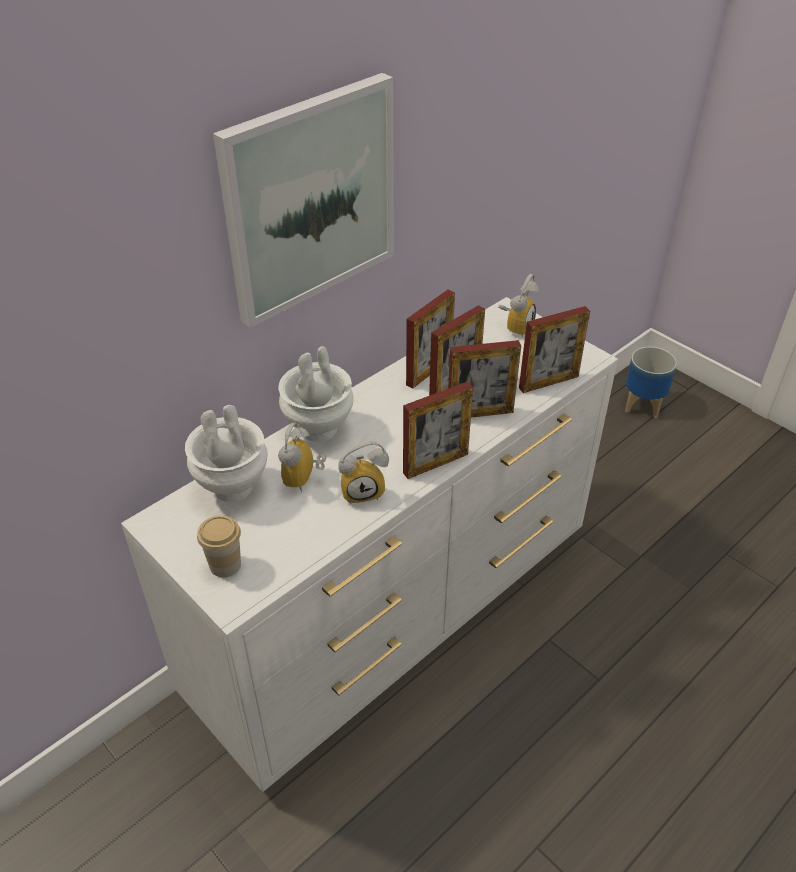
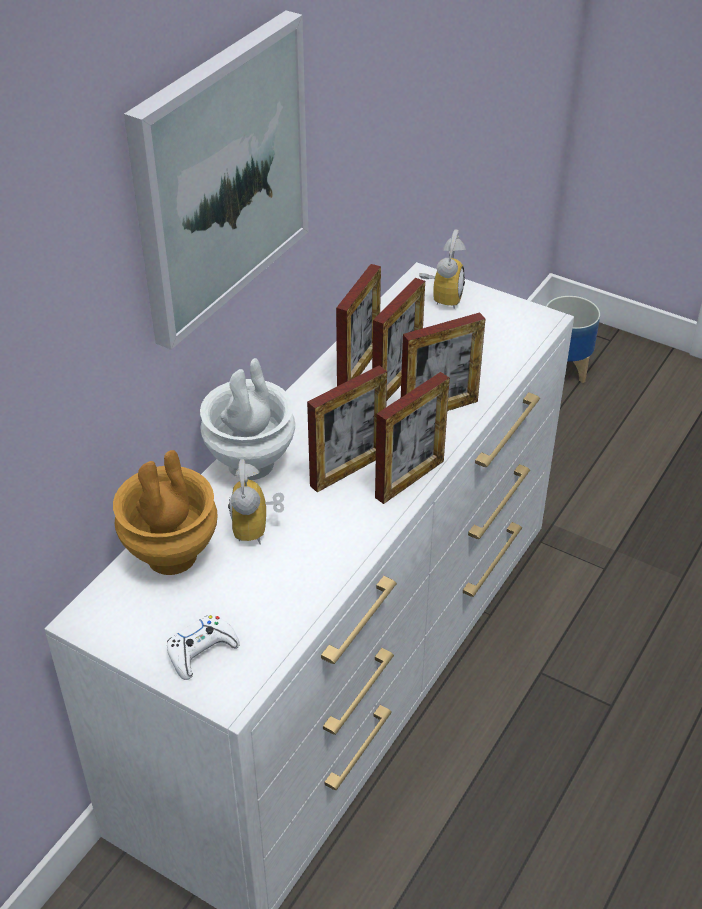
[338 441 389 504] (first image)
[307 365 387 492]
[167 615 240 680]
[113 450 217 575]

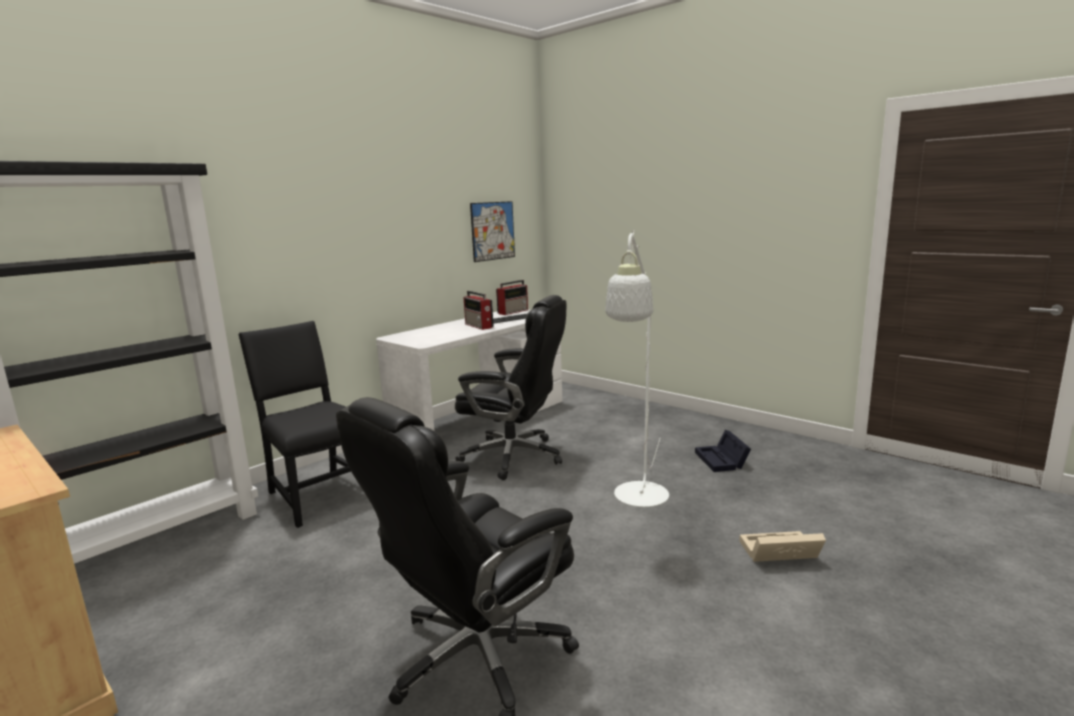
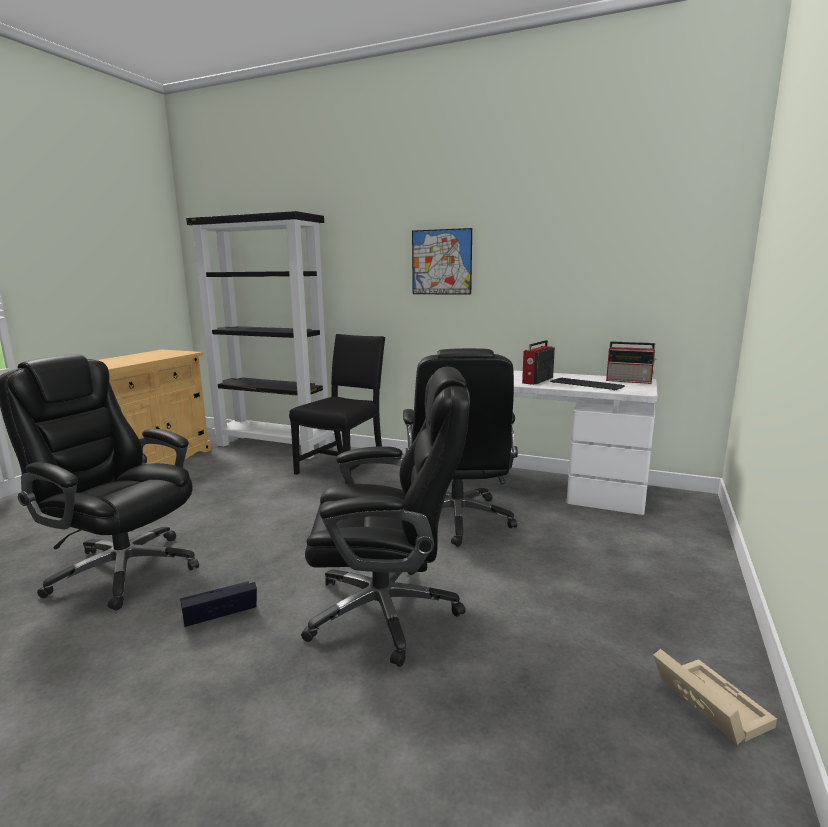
[412 228 472 295]
[180 581 257 627]
[653 649 777 745]
[301 366 470 667]

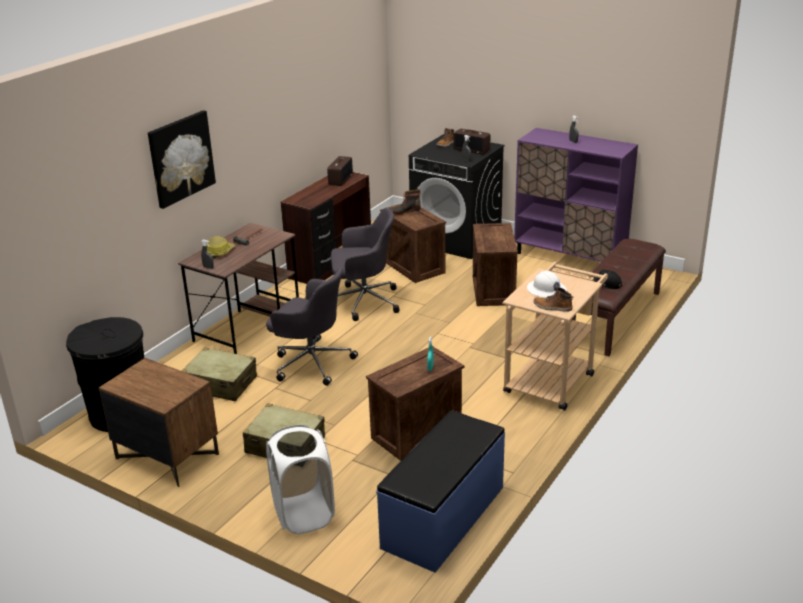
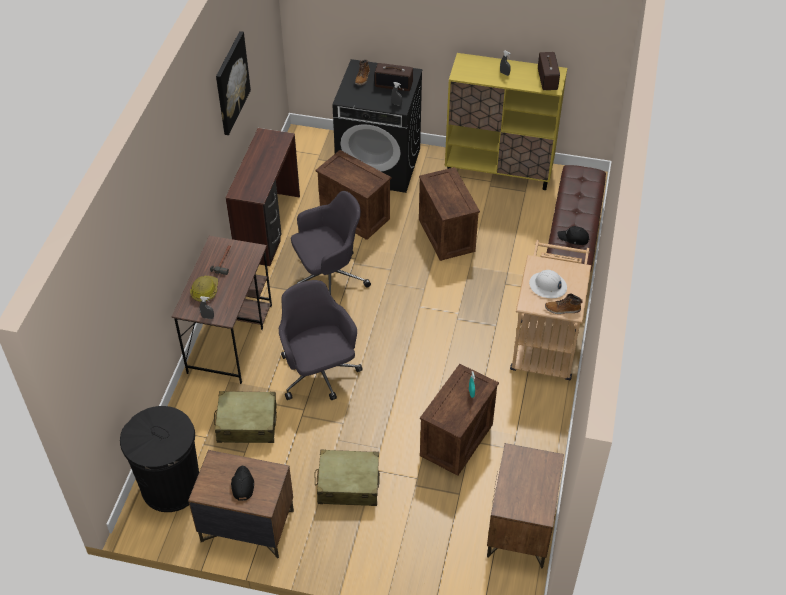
[266 425 335 534] (first image)
[391 189 421 215] (first image)
[231 466 254 501]
[216 31 251 135]
[538 52 560 90]
[487 443 564 569]
[445 53 567 190]
[279 280 363 400]

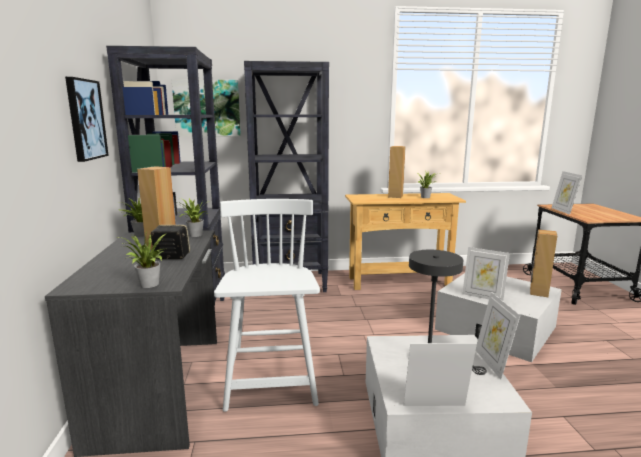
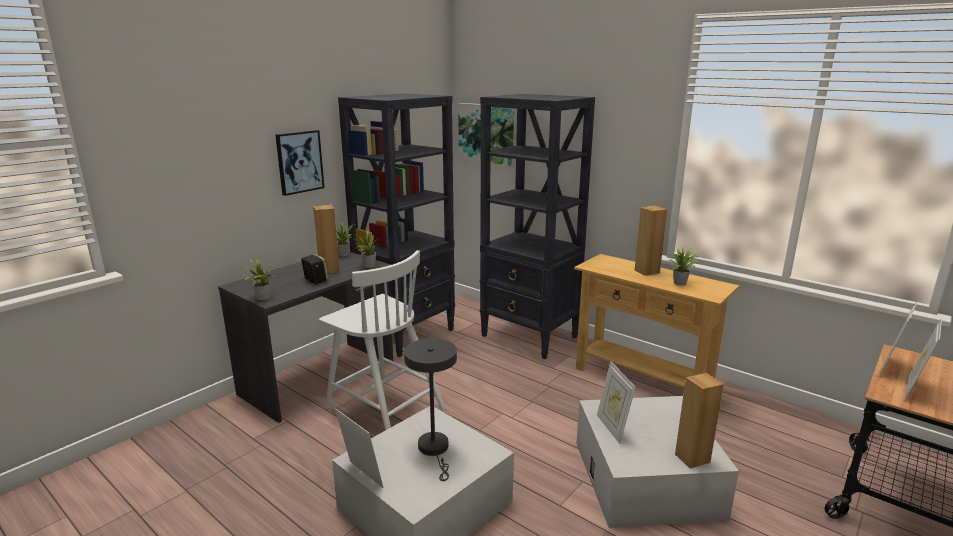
[904 319 942 401]
[319 250 446 430]

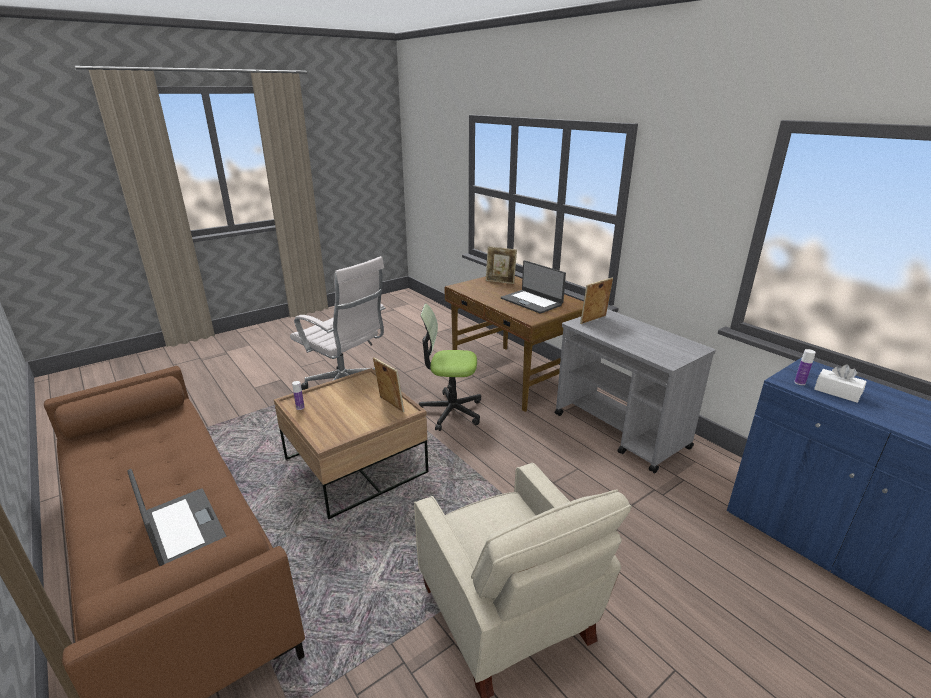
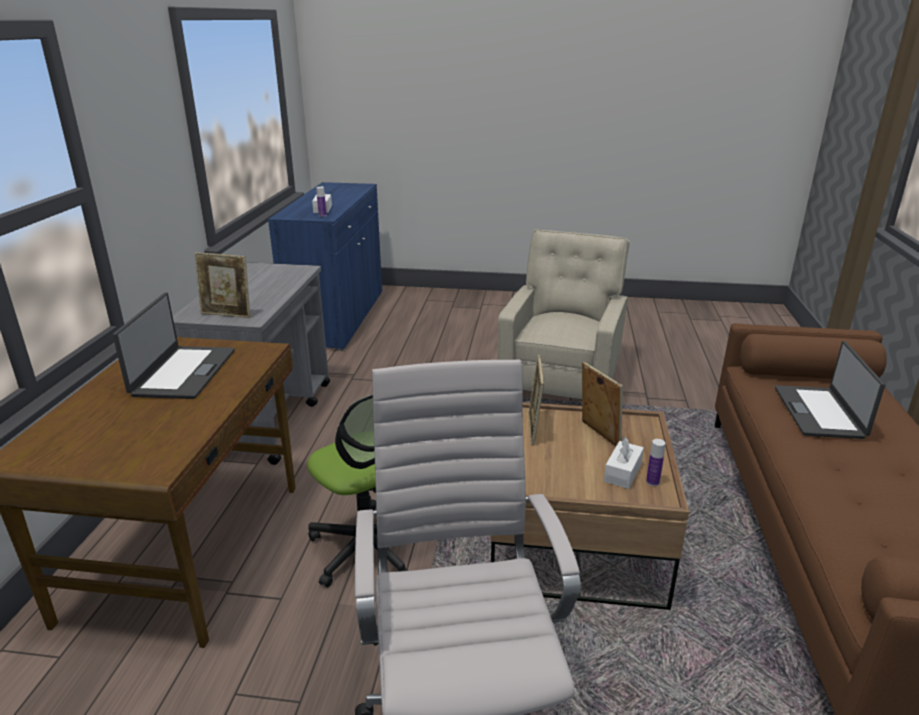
[604 437 644 489]
[582 362 623 447]

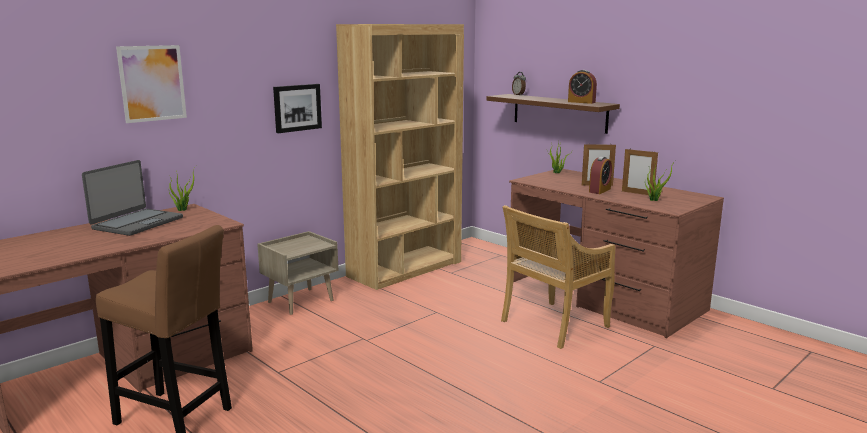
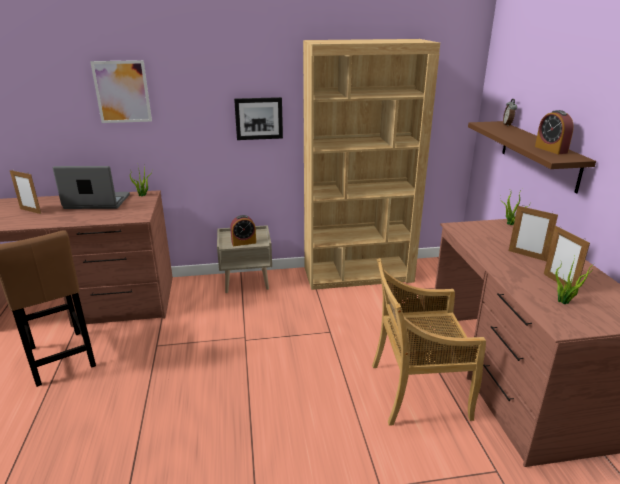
[10 169 41 214]
[230 215 256 246]
[53 166 130 209]

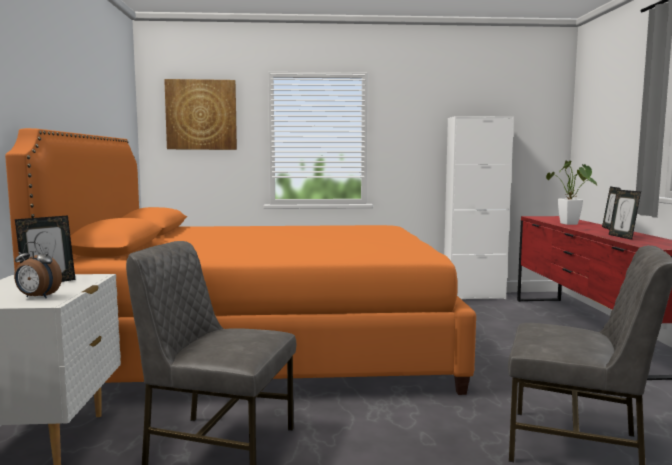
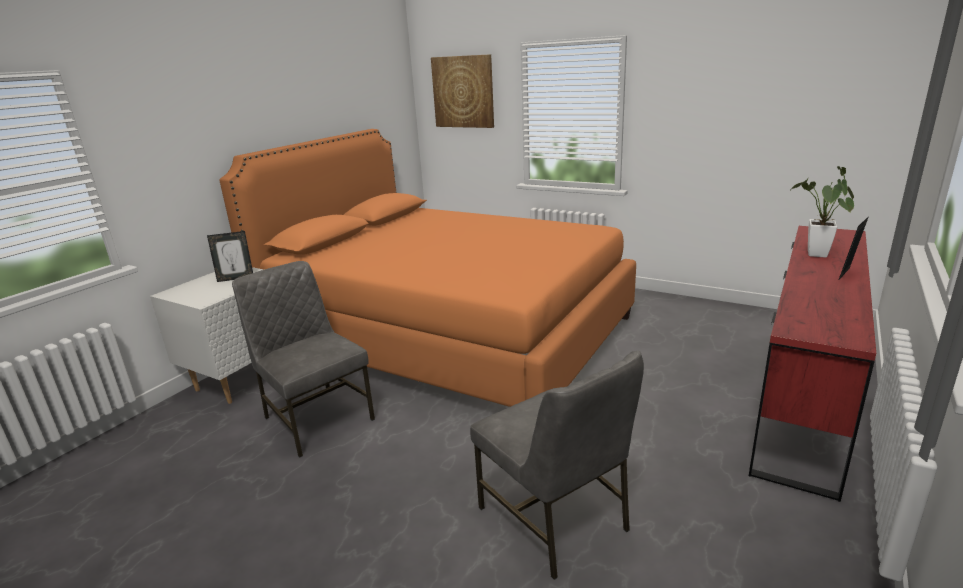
[14 242 62 298] (first image)
[444 116 514 299] (first image)
[609 190 641 240] (first image)

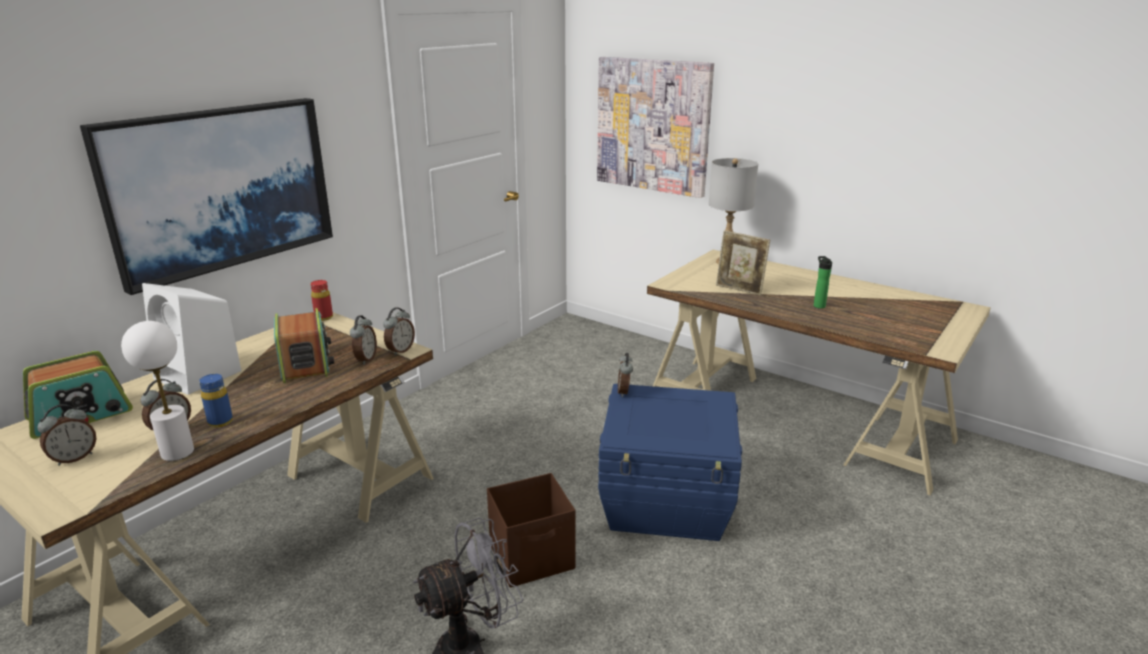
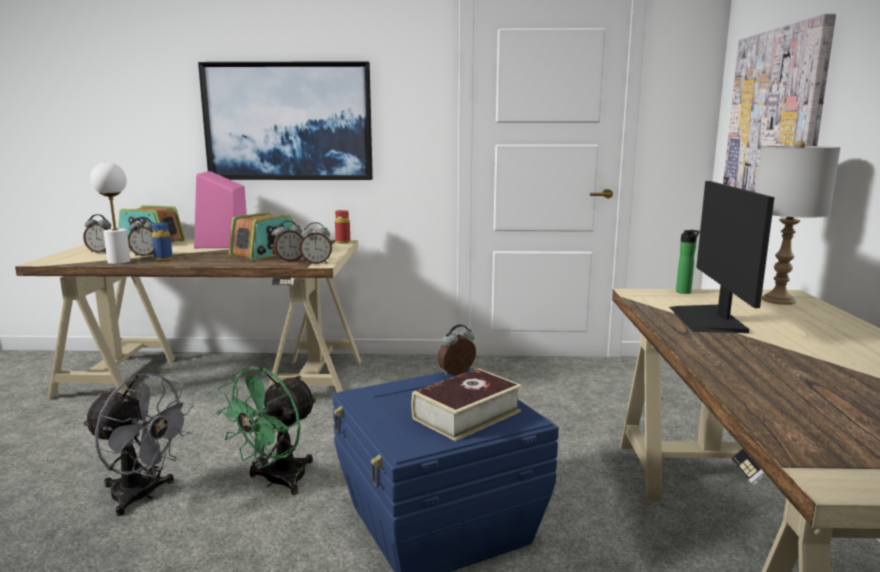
[412 368 522 441]
[676 230 700 294]
[215 366 317 495]
[669 181 774 333]
[194 171 247 248]

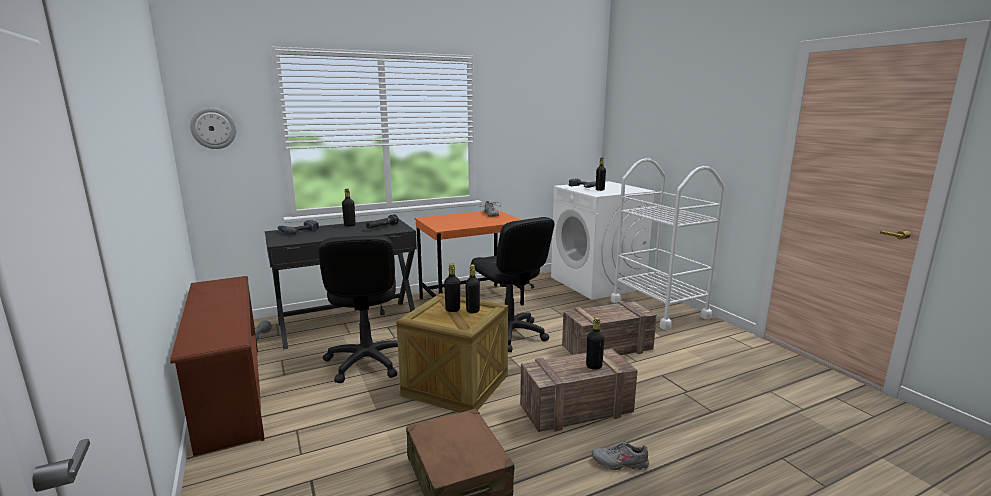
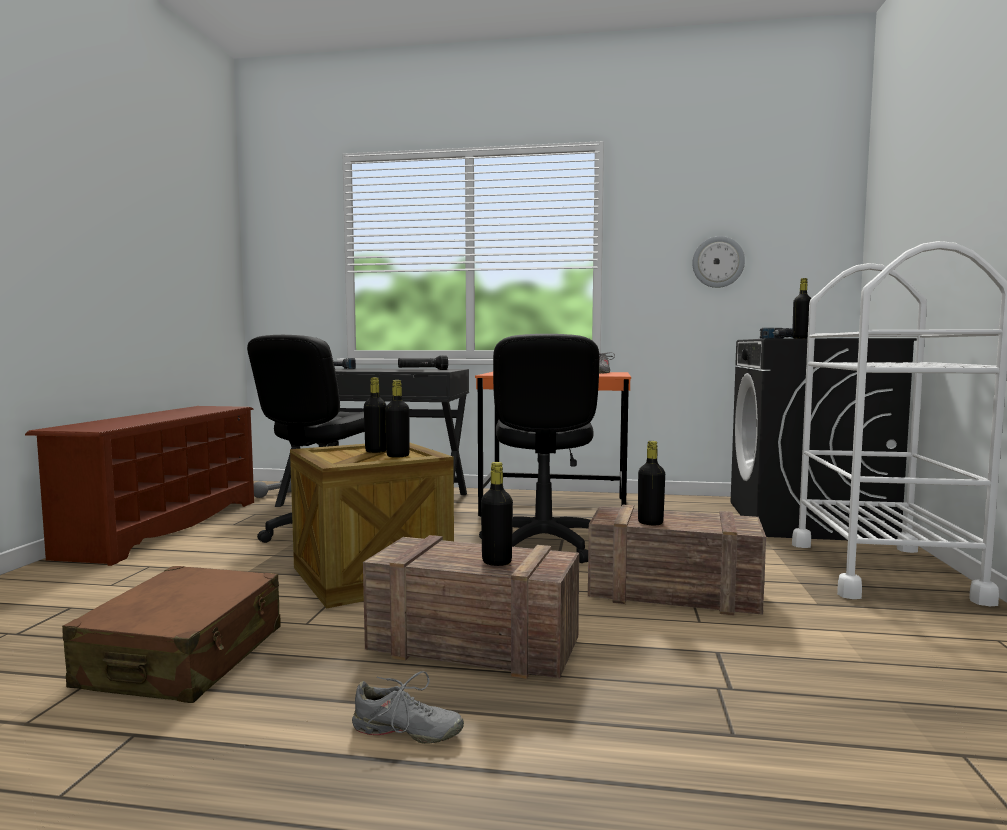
[692 236 745 288]
[638 441 665 525]
[731 338 917 540]
[352 671 464 744]

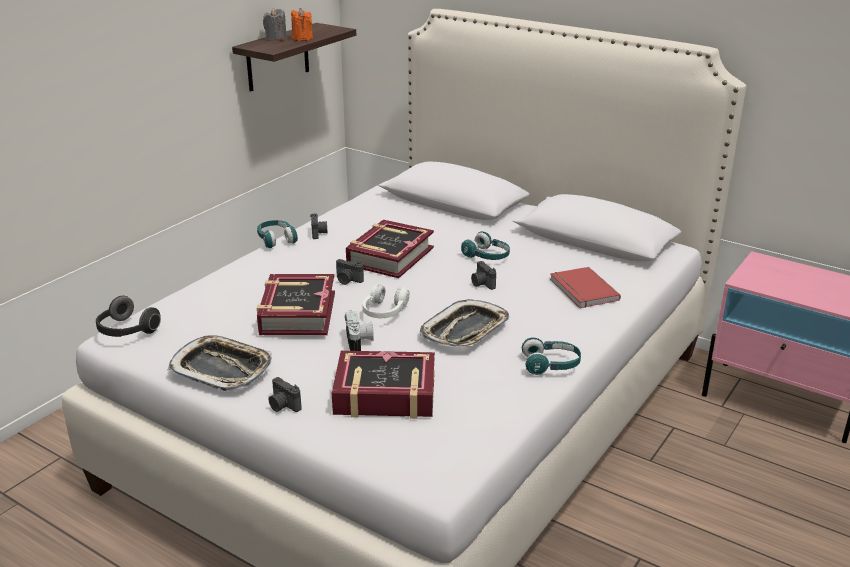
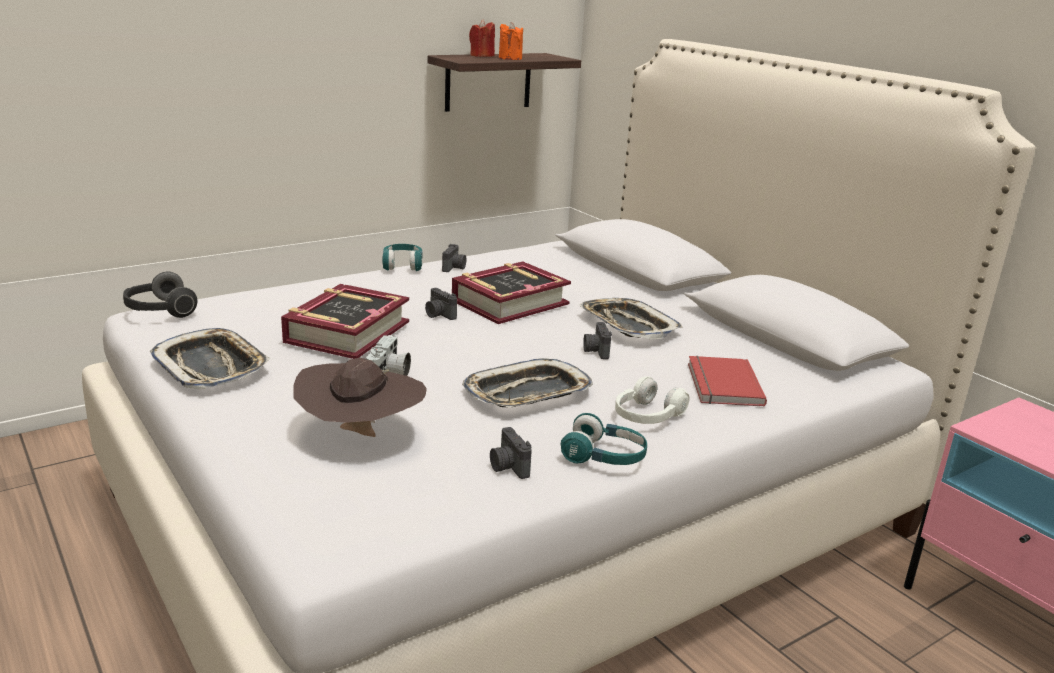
[490 427 532 479]
[615 376 690 424]
[293 358 427 437]
[579 298 683 339]
[469 20 495 57]

